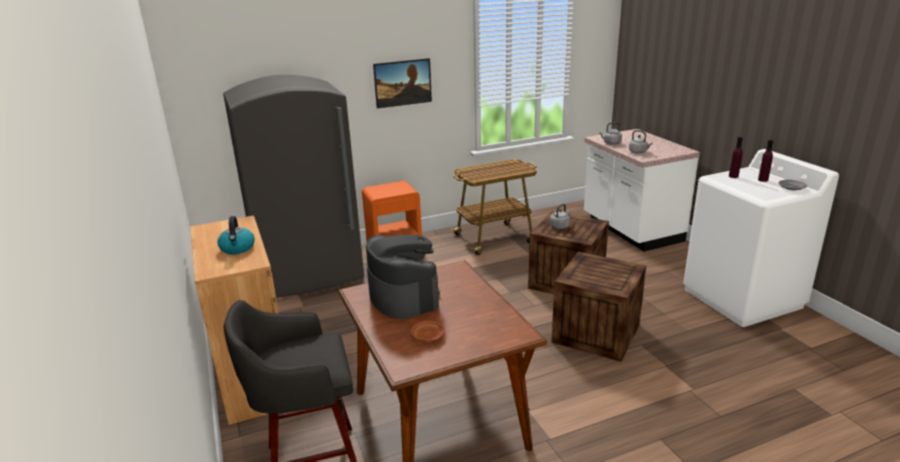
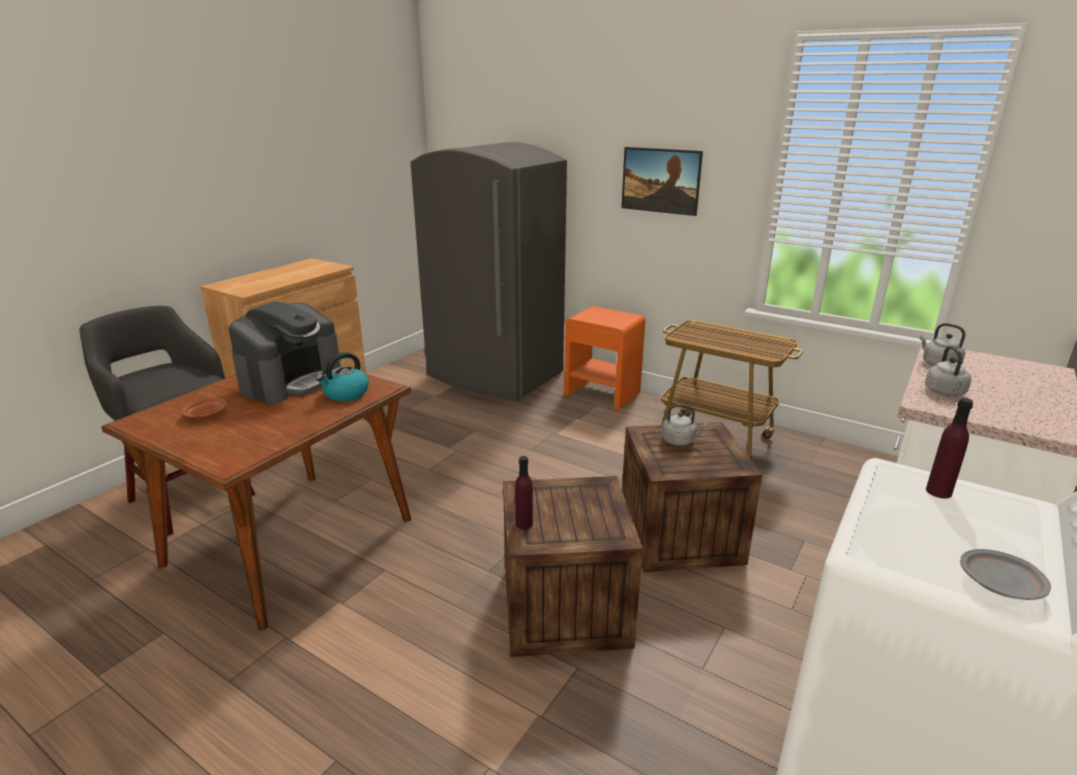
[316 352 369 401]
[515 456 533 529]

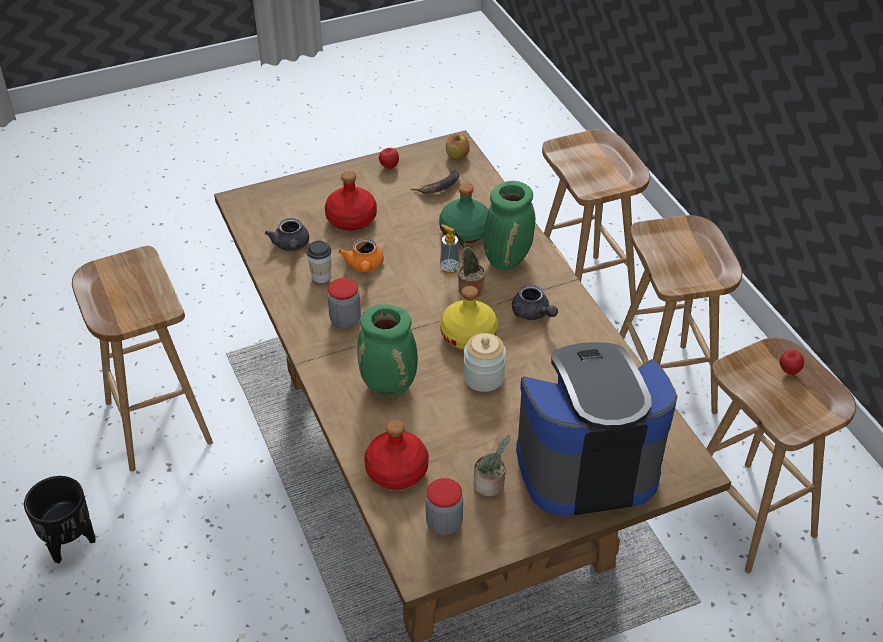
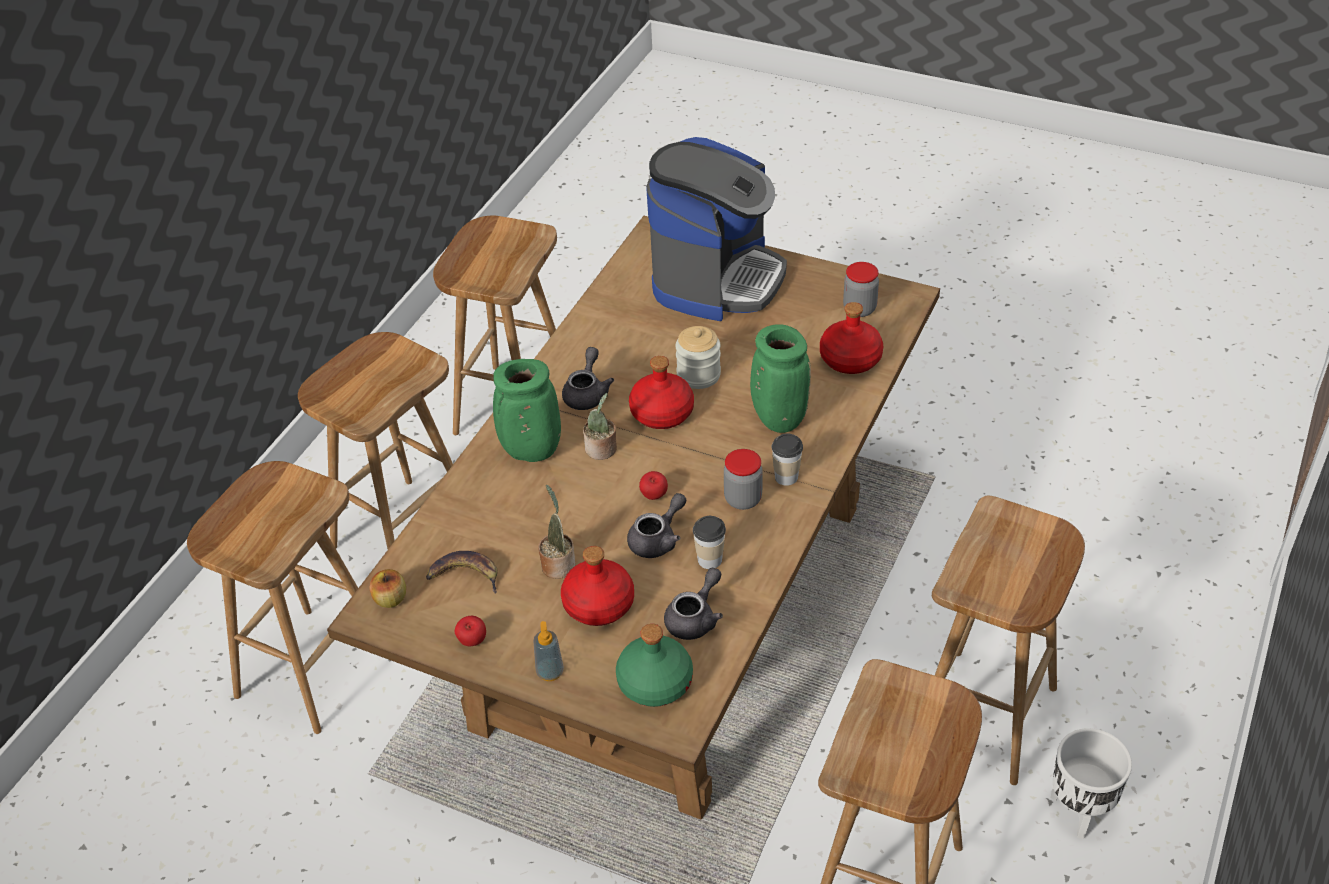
[772 434 803 486]
[932 496 1085 785]
[616 624 693 707]
[534 621 564 681]
[538 485 576 579]
[639 471 668 500]
[1051 728 1132 839]
[627 493 687 558]
[629 356 694 429]
[646 137 787 321]

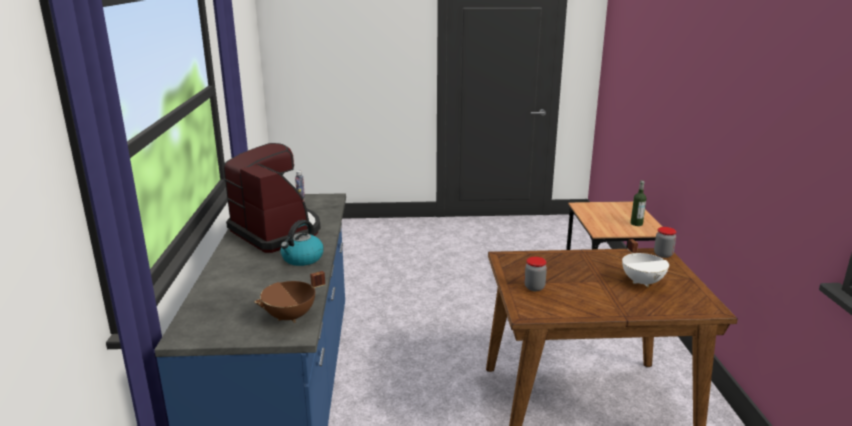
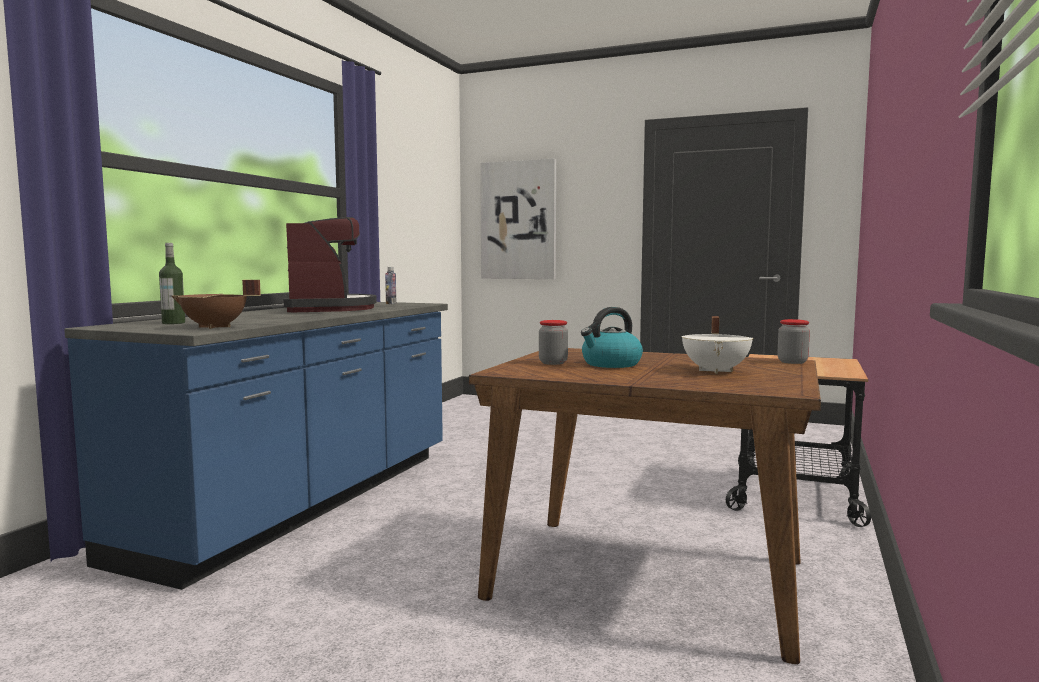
[480 159 556 279]
[581 307 643 368]
[159 243 185 324]

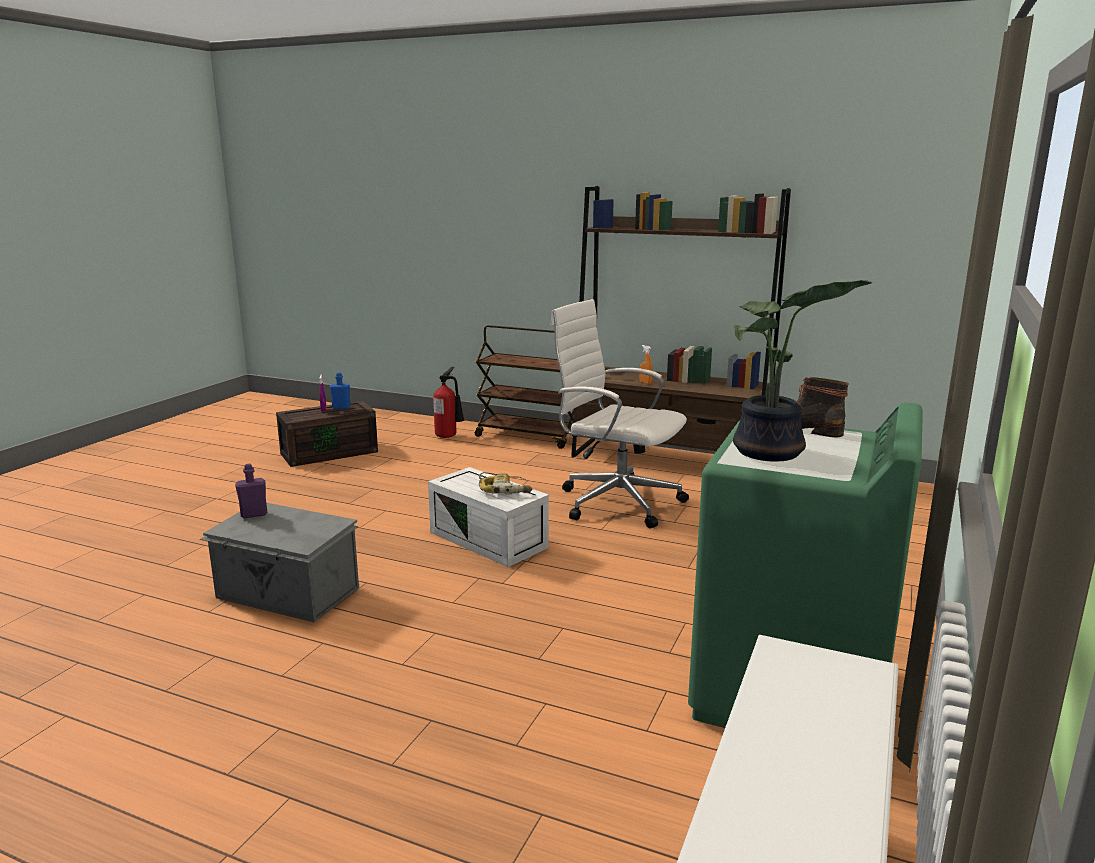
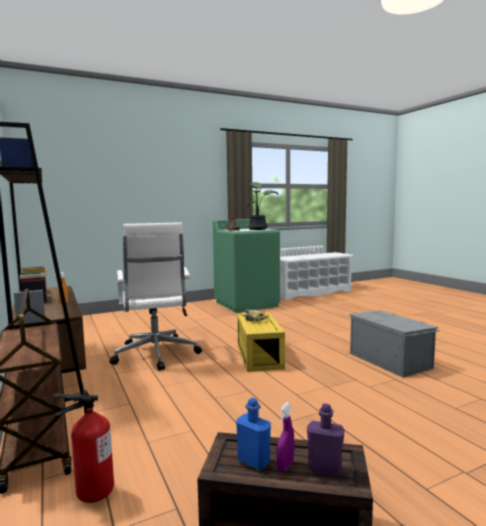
[307 403 345 477]
[237 312 285 372]

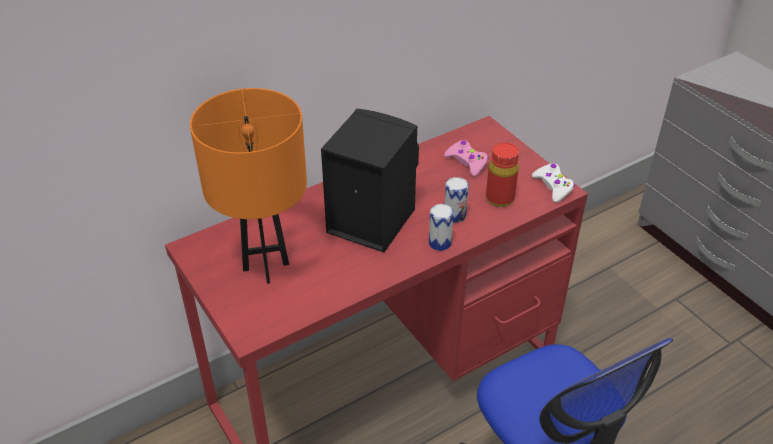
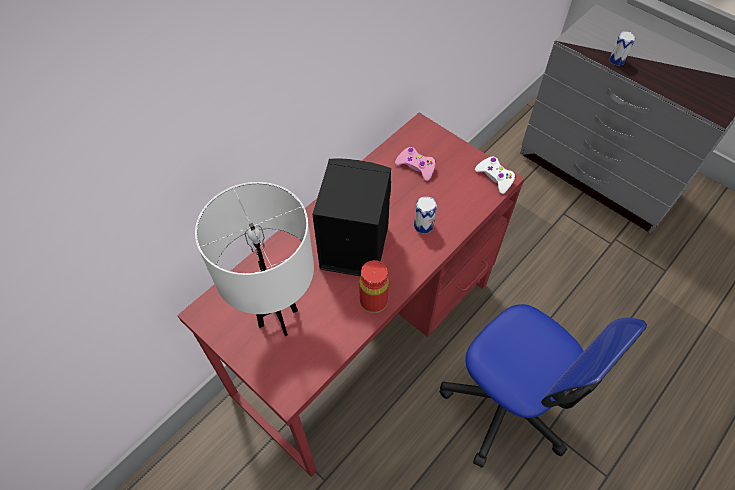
[609 31 636 66]
[359 260 389 313]
[195 182 314 336]

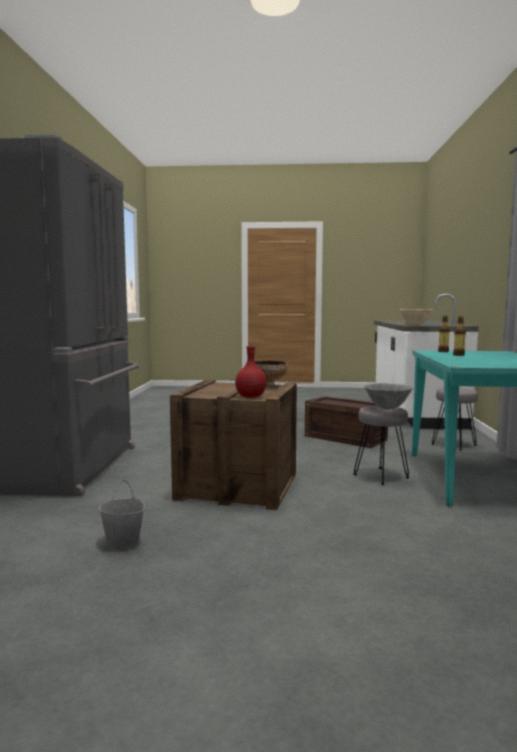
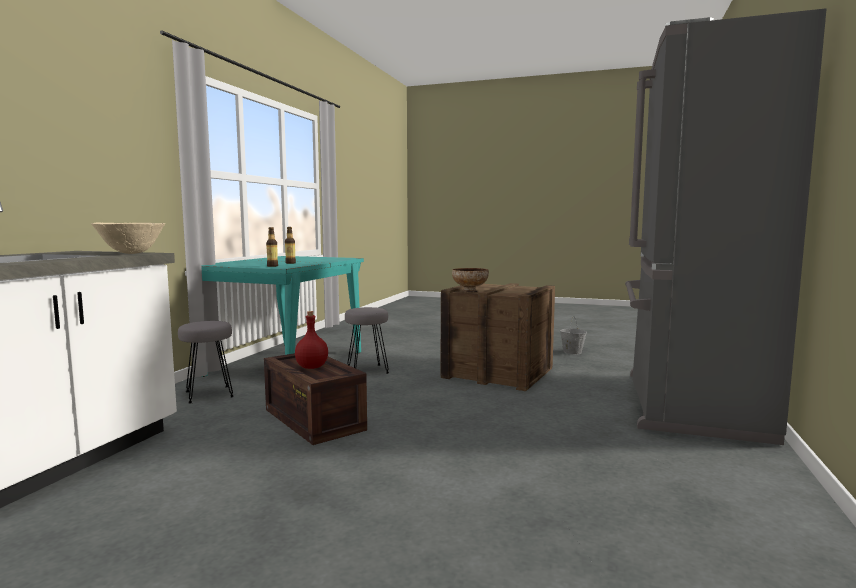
[364 383 413 410] (first image)
[295 311 328 369]

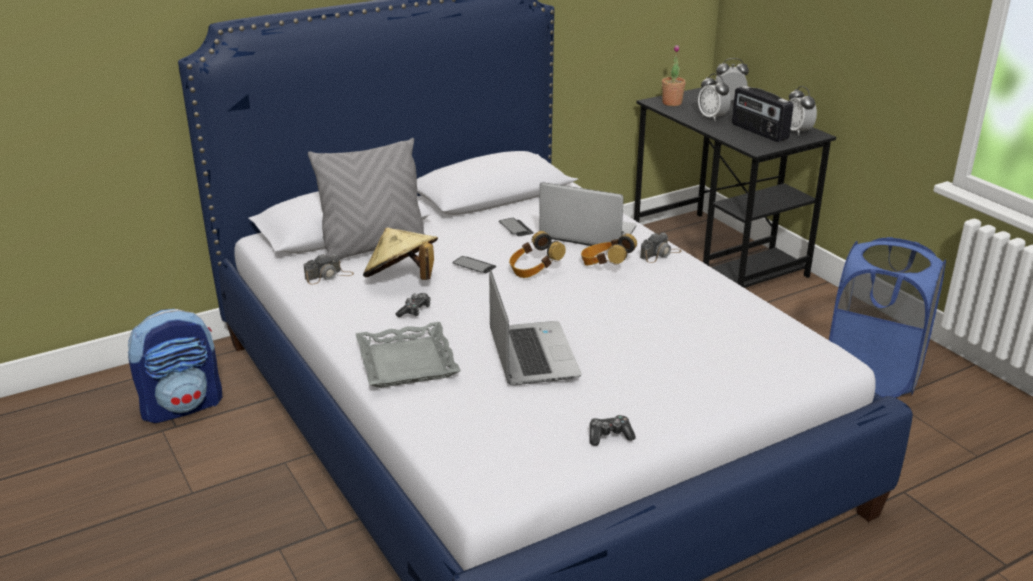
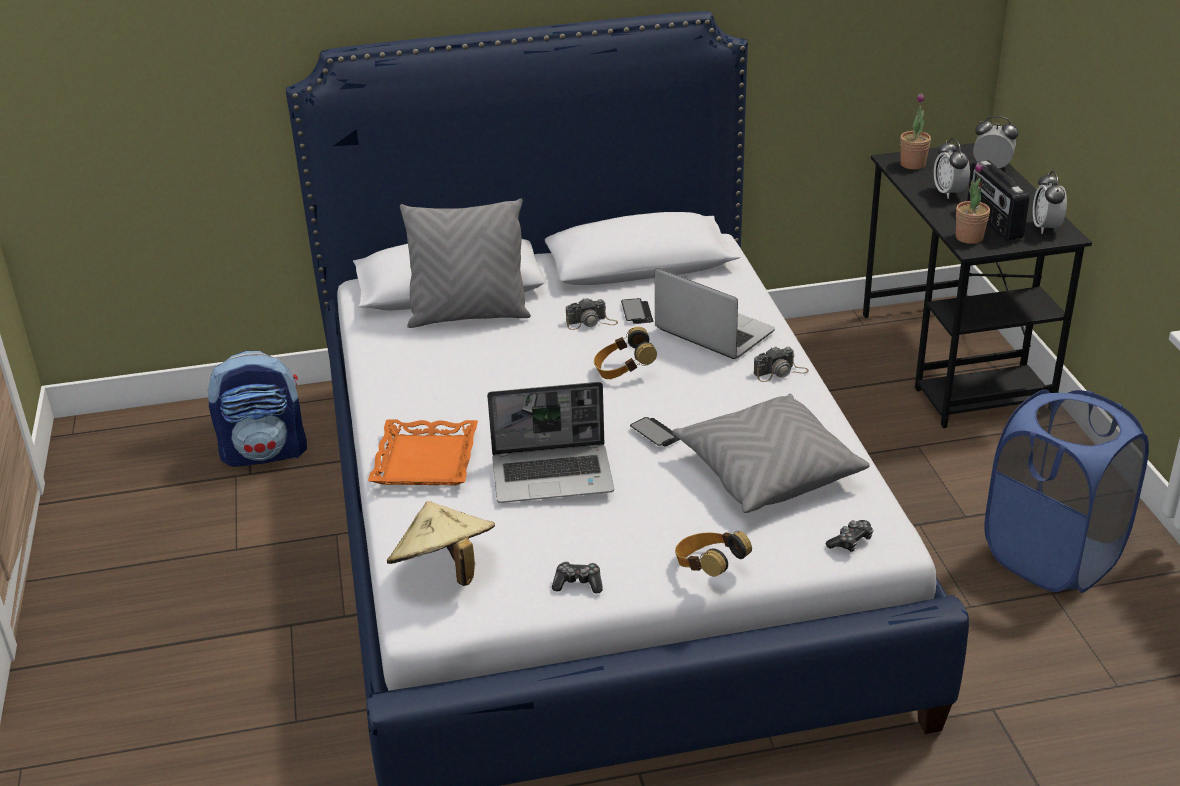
[672 394 870 513]
[956 162 990 244]
[566 297 618 330]
[387 501 495 586]
[826 520 873 552]
[630 417 680 446]
[675 531 752 577]
[368 419 478 485]
[487 382 614 503]

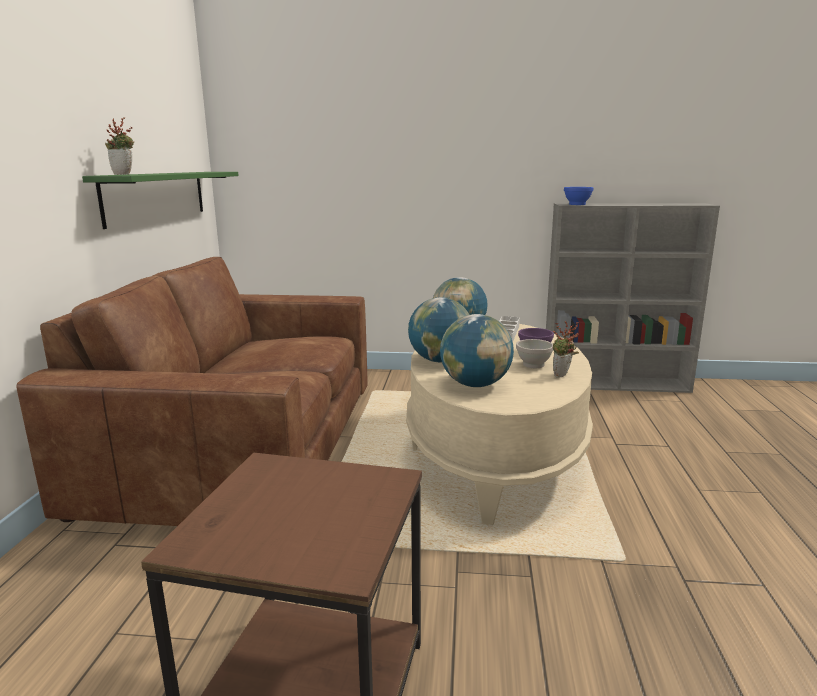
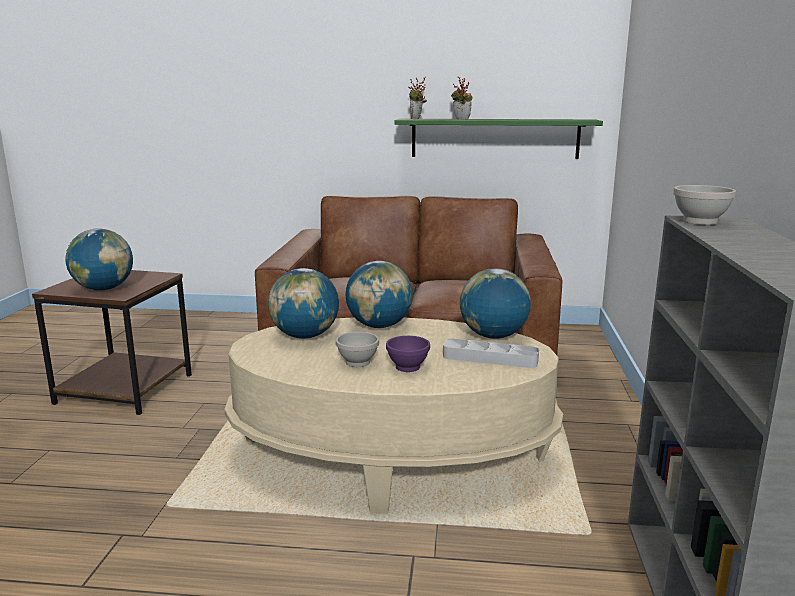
[65 228 133 290]
[451 76 473 120]
[673 185 736 225]

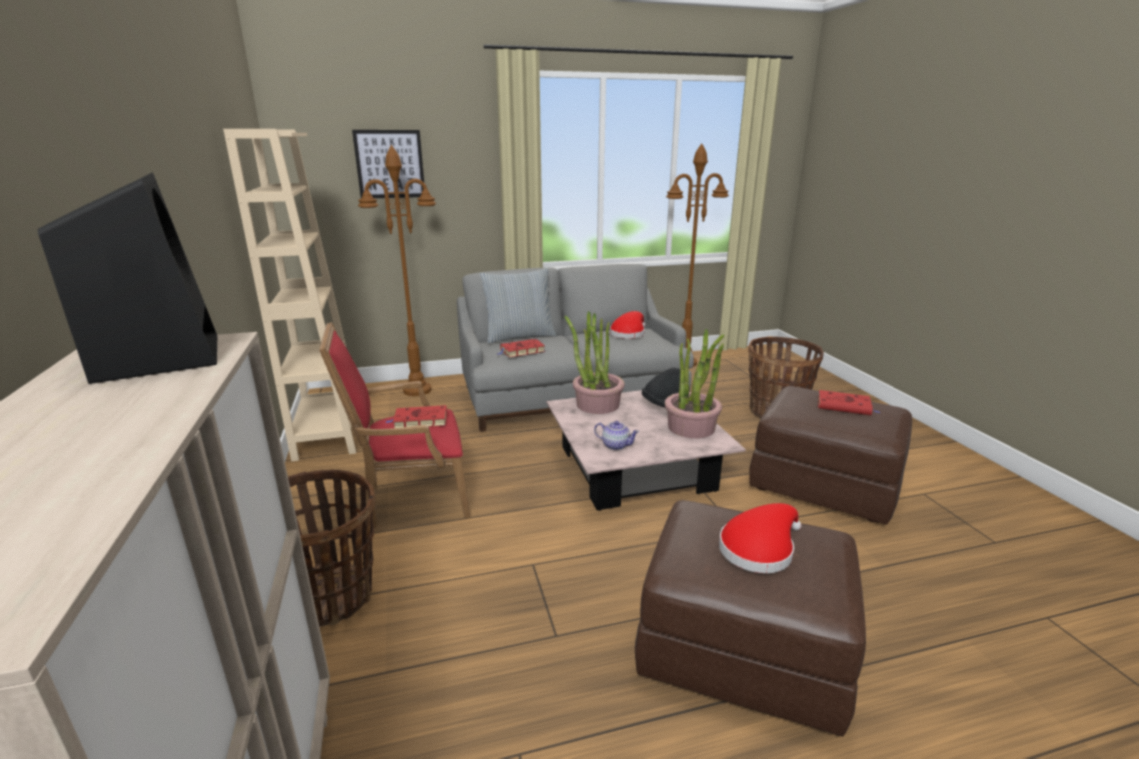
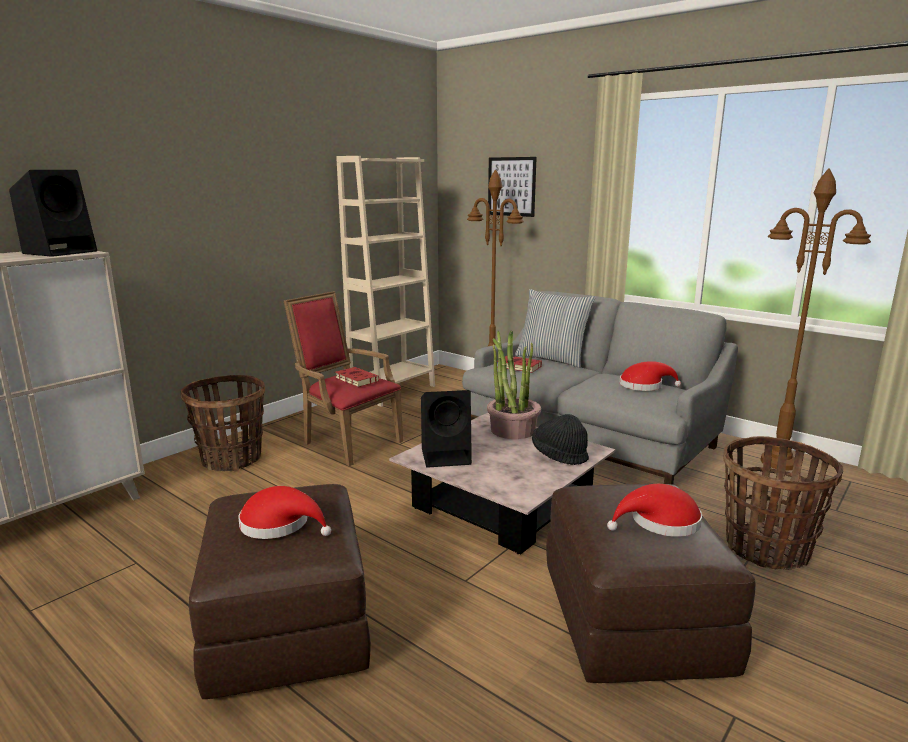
[665 329 724 438] (first image)
[421 390 472 468]
[607 484 702 537]

